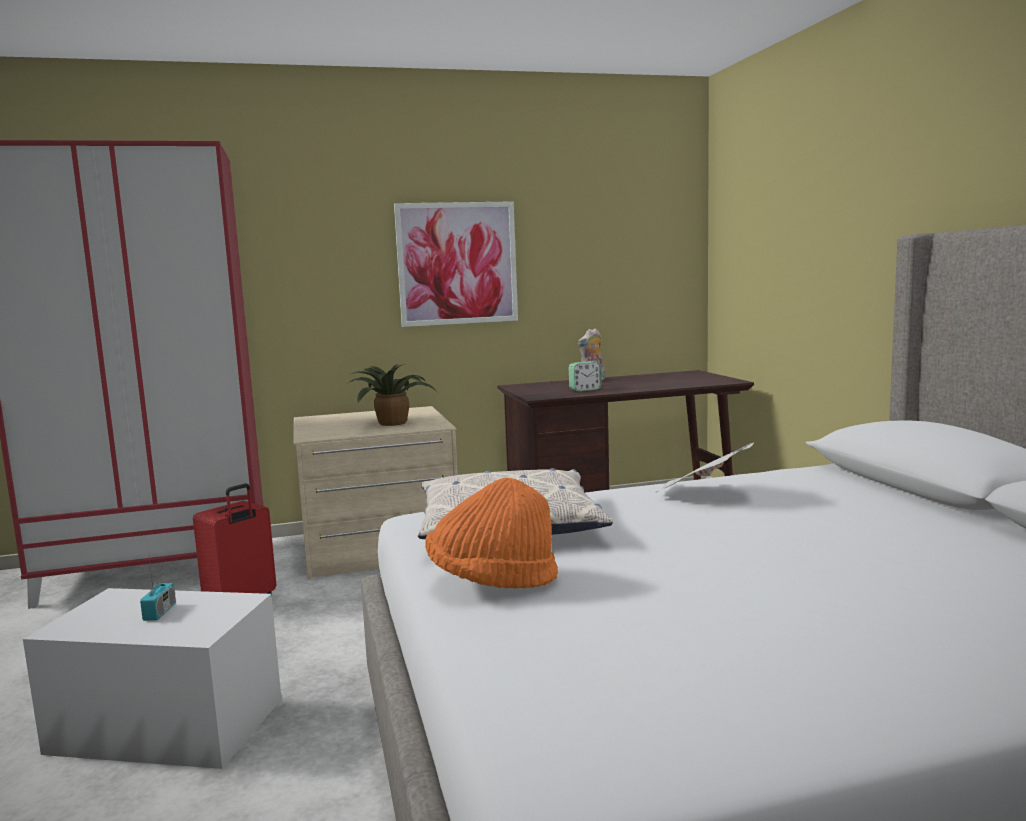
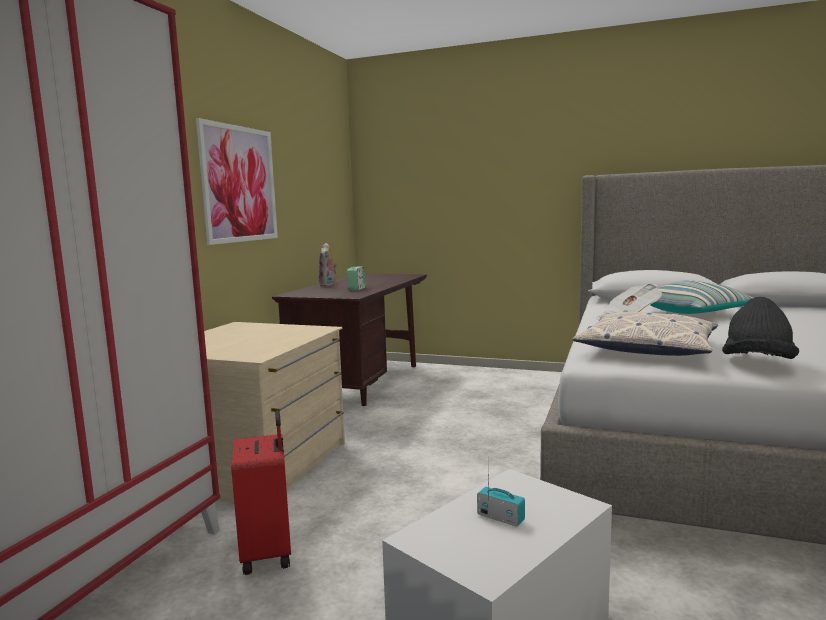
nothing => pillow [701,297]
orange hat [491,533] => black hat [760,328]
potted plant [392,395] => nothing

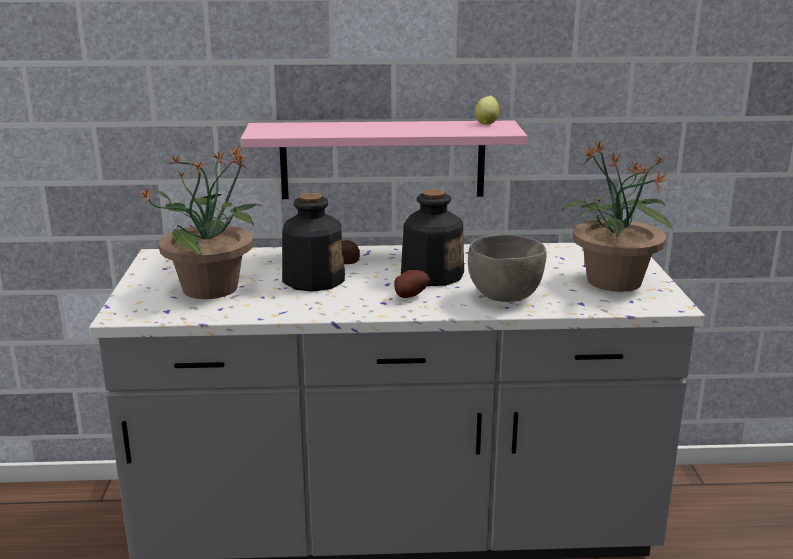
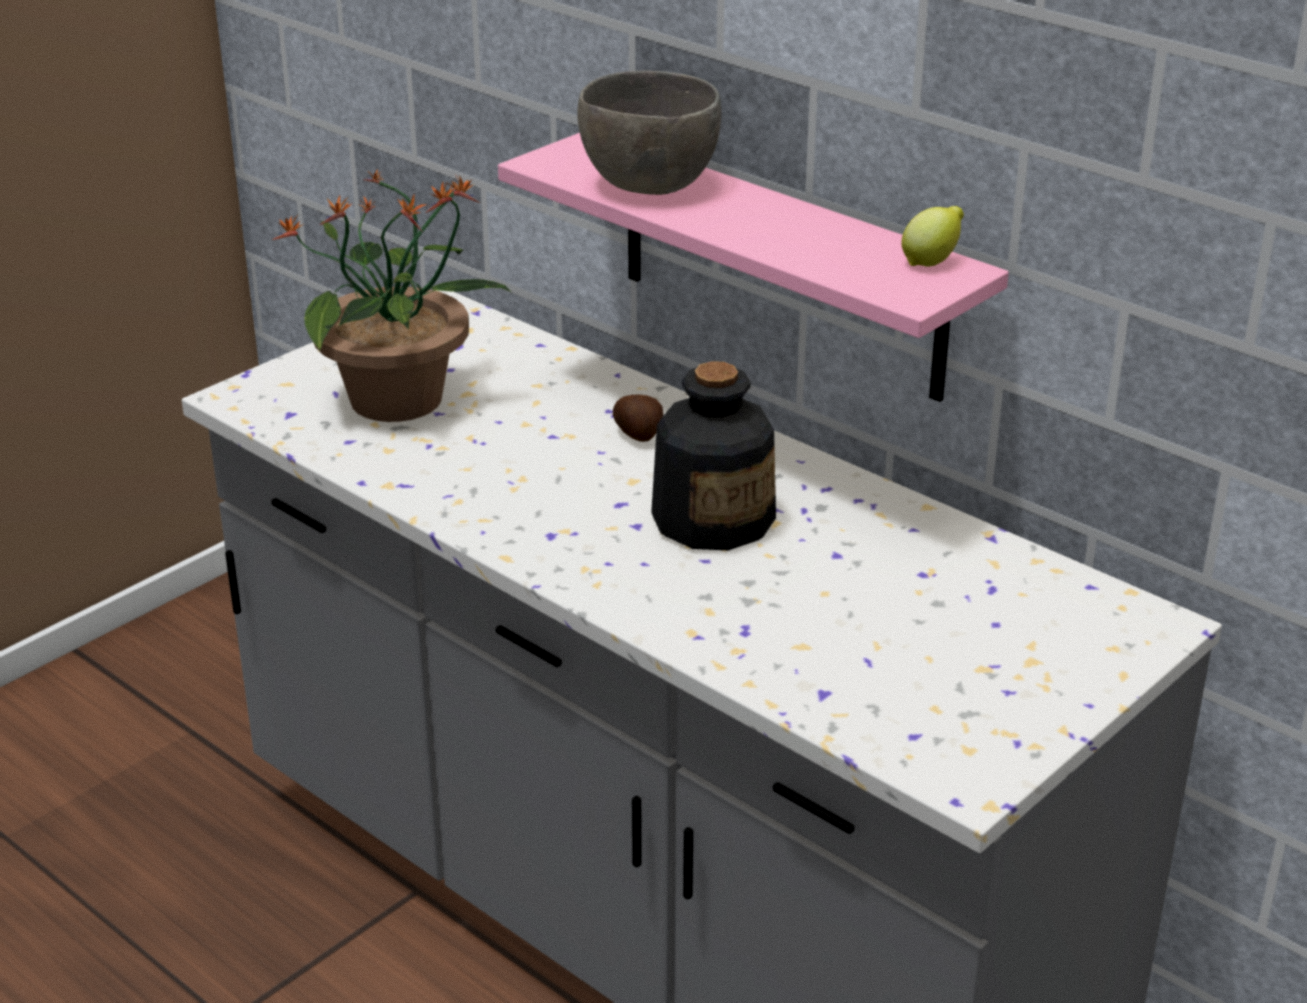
grey bowl [507,268] => grey bowl [649,133], shifted
bottle [313,242] => nothing
potato [412,284] => nothing
potted plant [618,216] => nothing

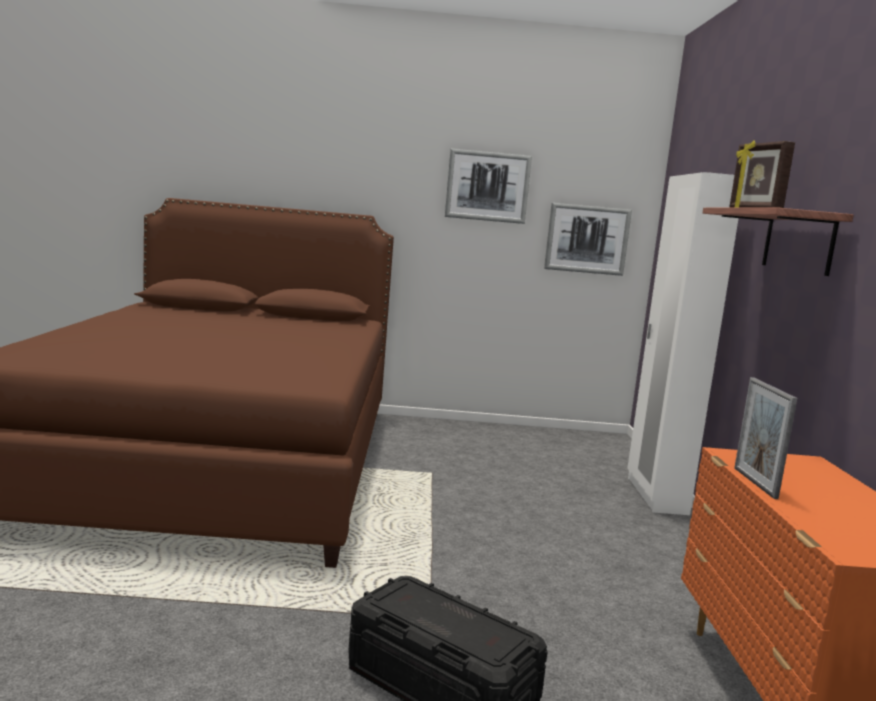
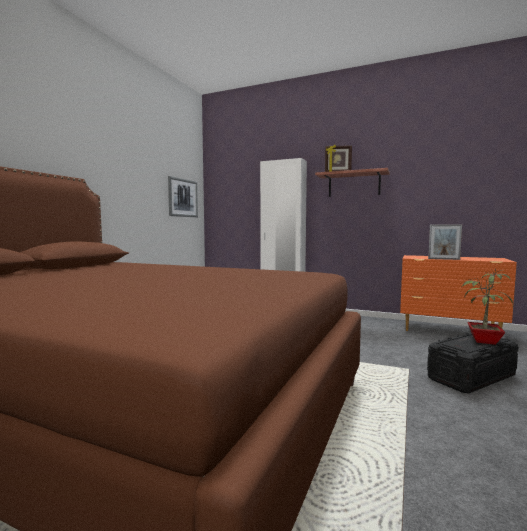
nothing => potted plant [487,307]
picture [488,186] => nothing

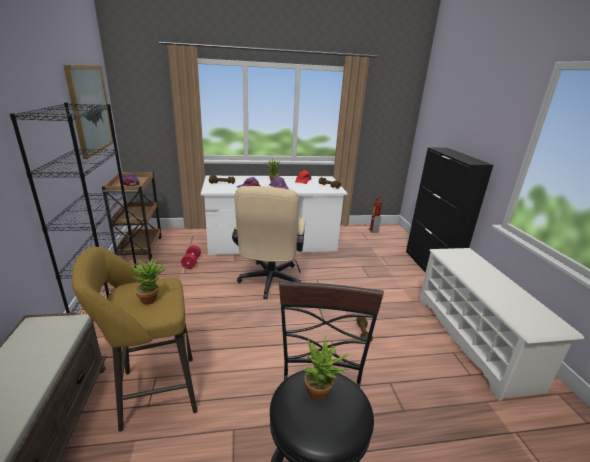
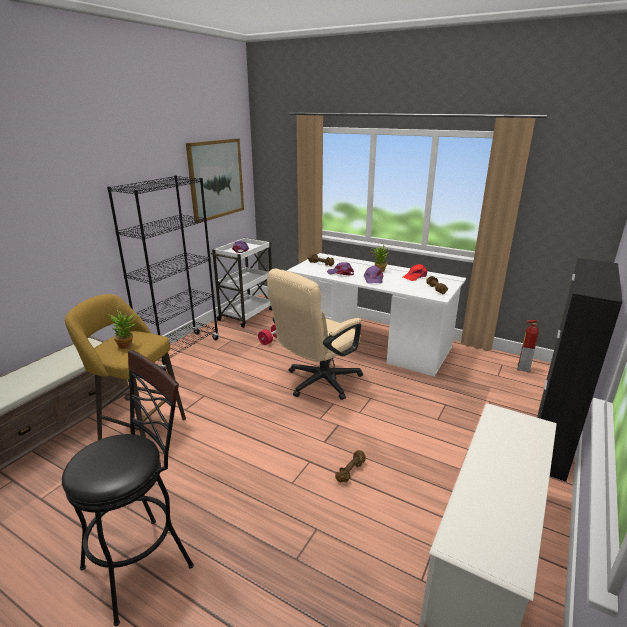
brown cart [131,216] => white cart [241,283]
potted plant [326,367] => nothing

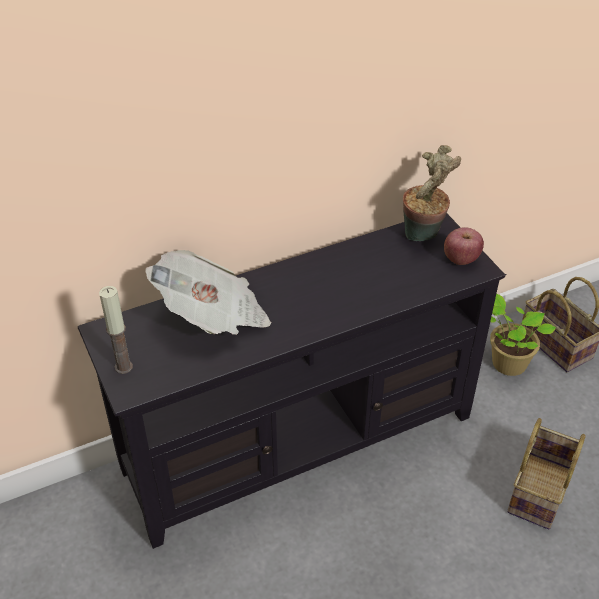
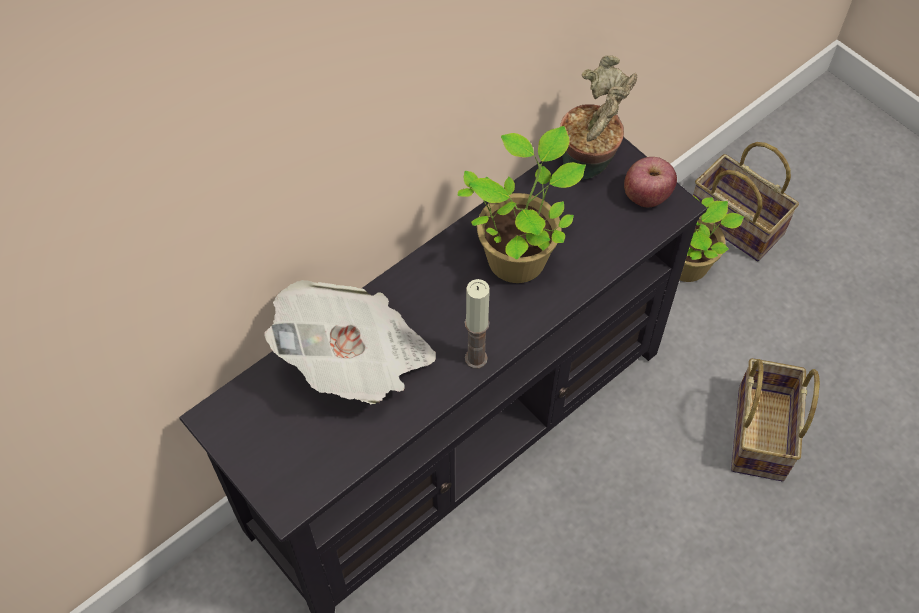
nothing => potted plant [522,204]
candle [116,330] => candle [477,324], shifted

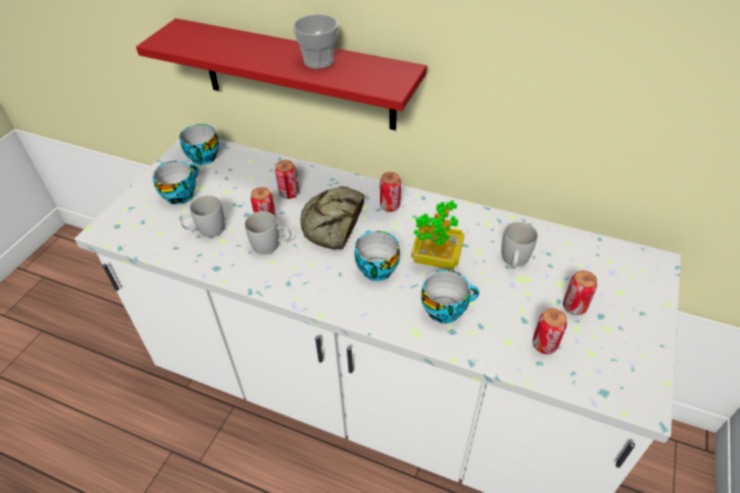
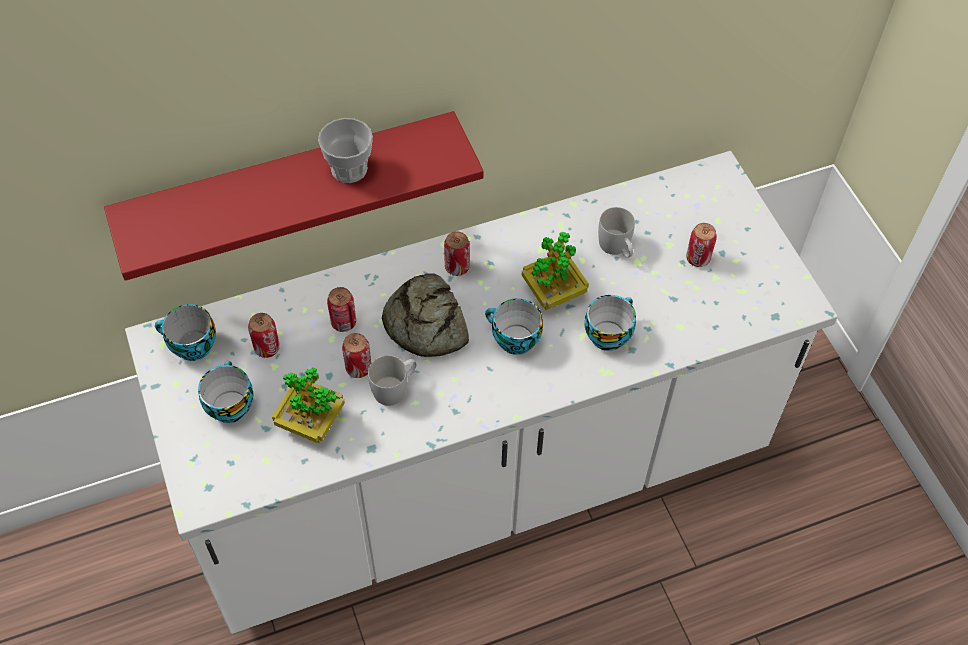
can [549,331] => can [264,335], shifted
white mug [203,216] => potted plant [308,405]

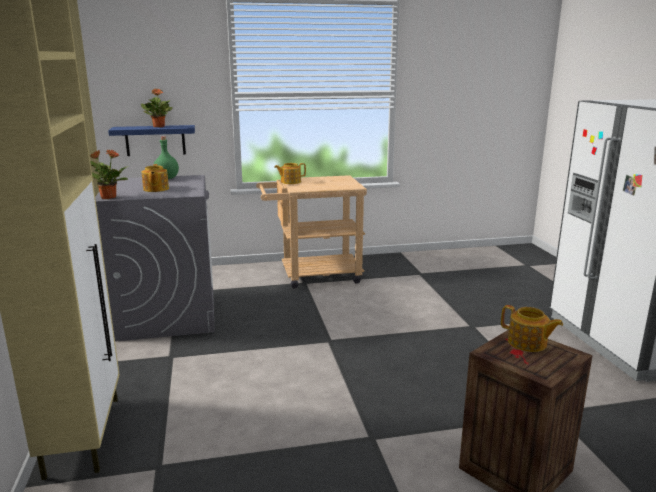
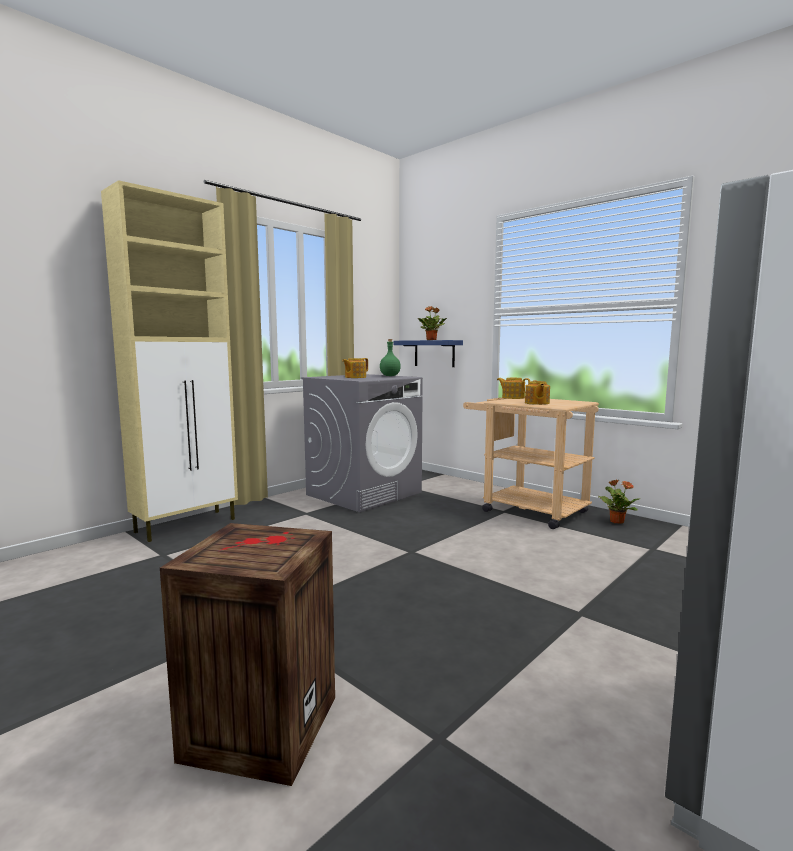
teapot [532,328] => teapot [537,393], shifted
potted plant [109,174] => potted plant [620,502], shifted

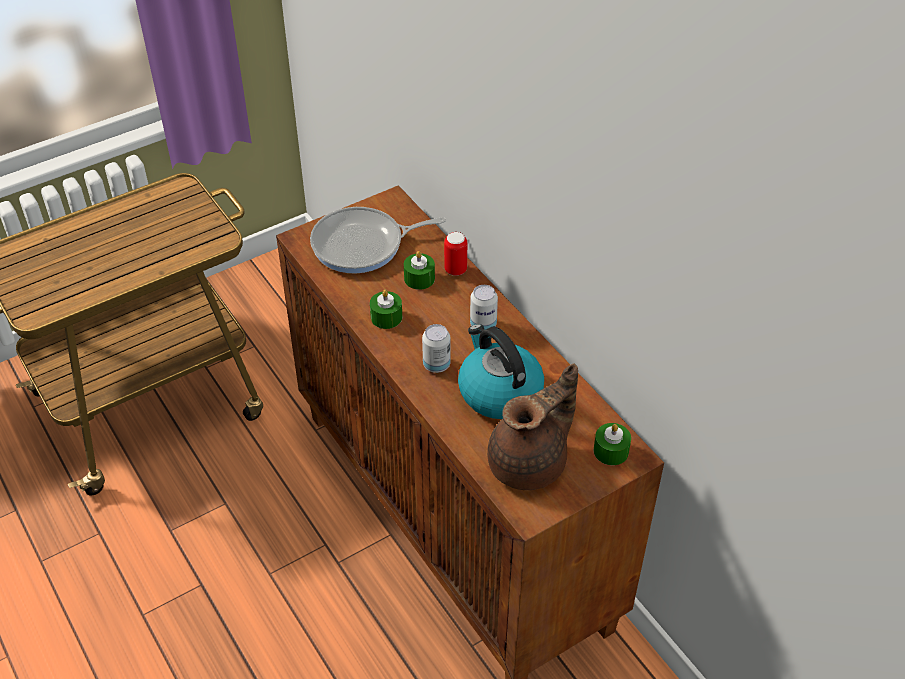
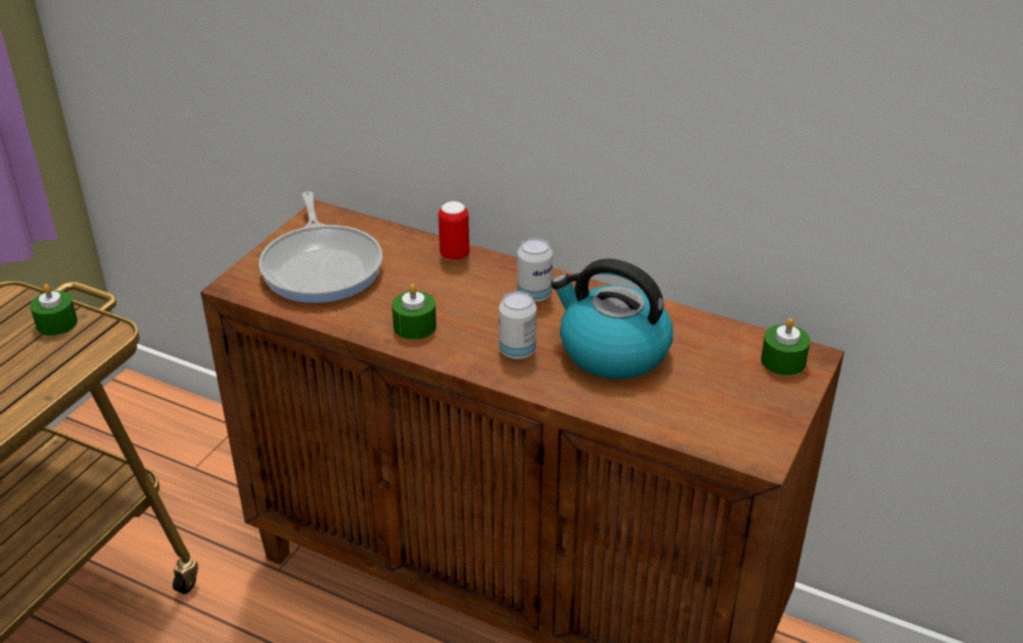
green candle [419,270] => green candle [54,310], shifted
frying pan [378,240] => frying pan [321,247], 60 degrees counterclockwise
brown teapot [532,426] => nothing

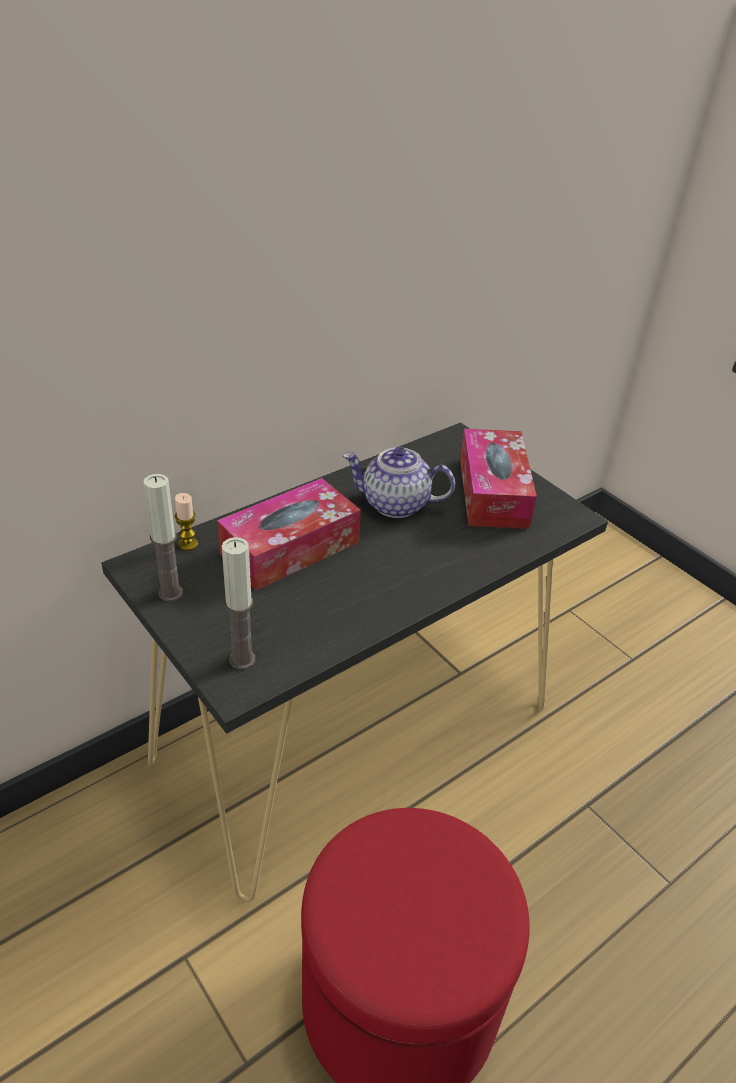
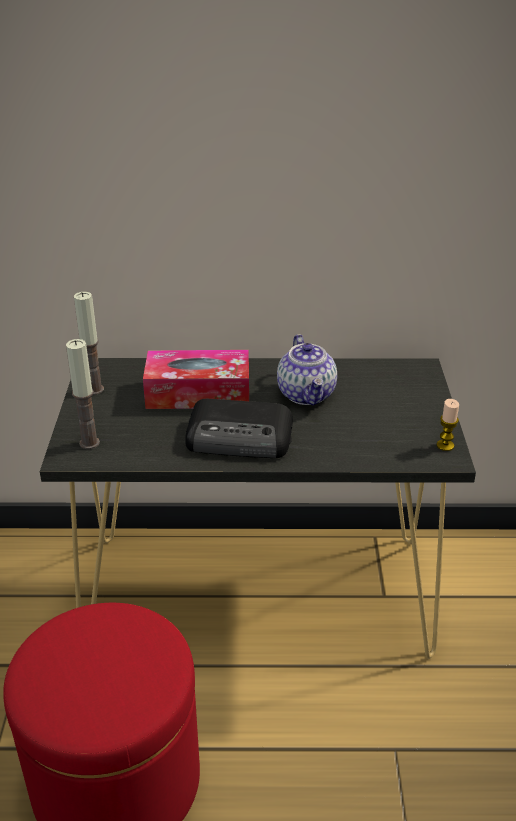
nothing => radio [239,428]
teapot [399,482] => teapot [307,369], 150 degrees counterclockwise
candle [186,522] => candle [448,425], shifted
tissue box [498,479] => nothing

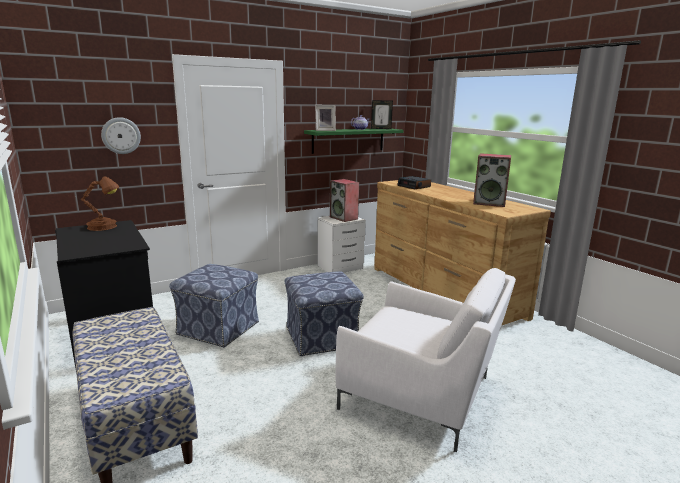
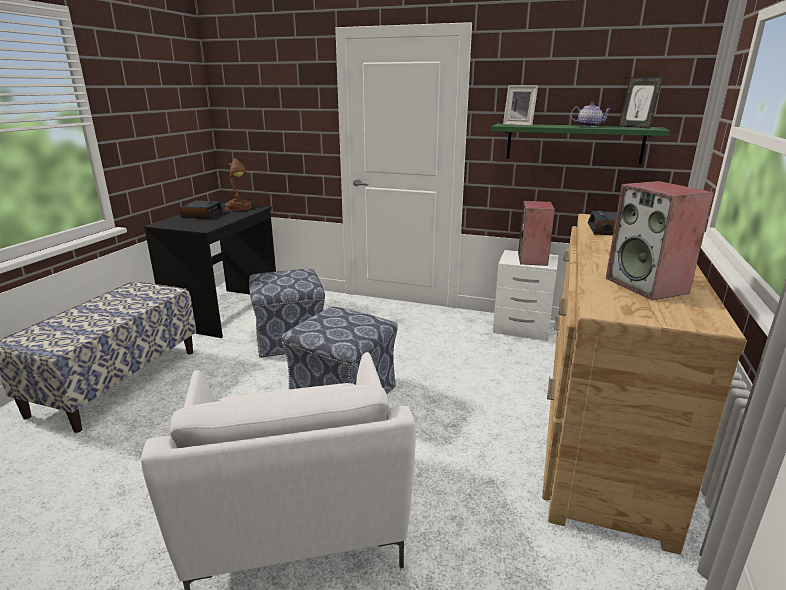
nothing => alarm clock [201,209]
wall clock [121,135] => nothing

